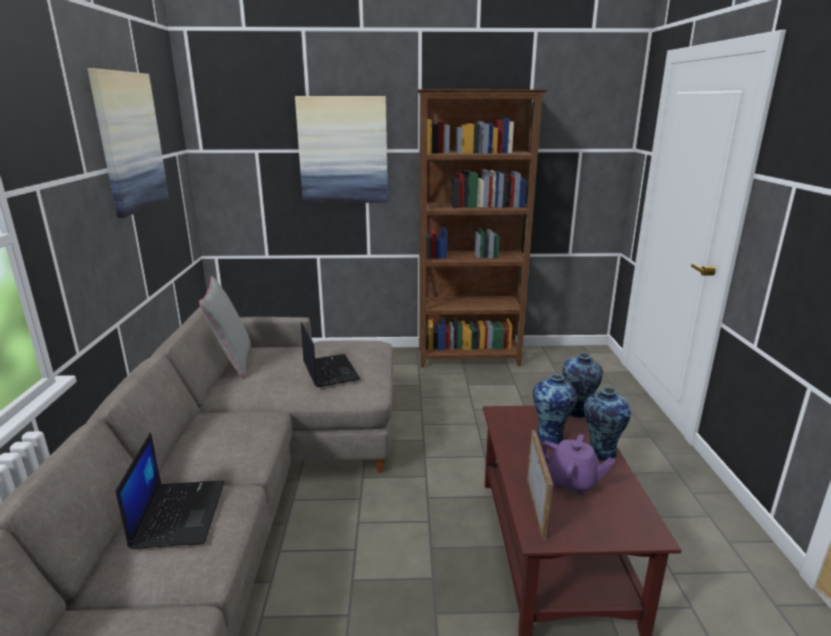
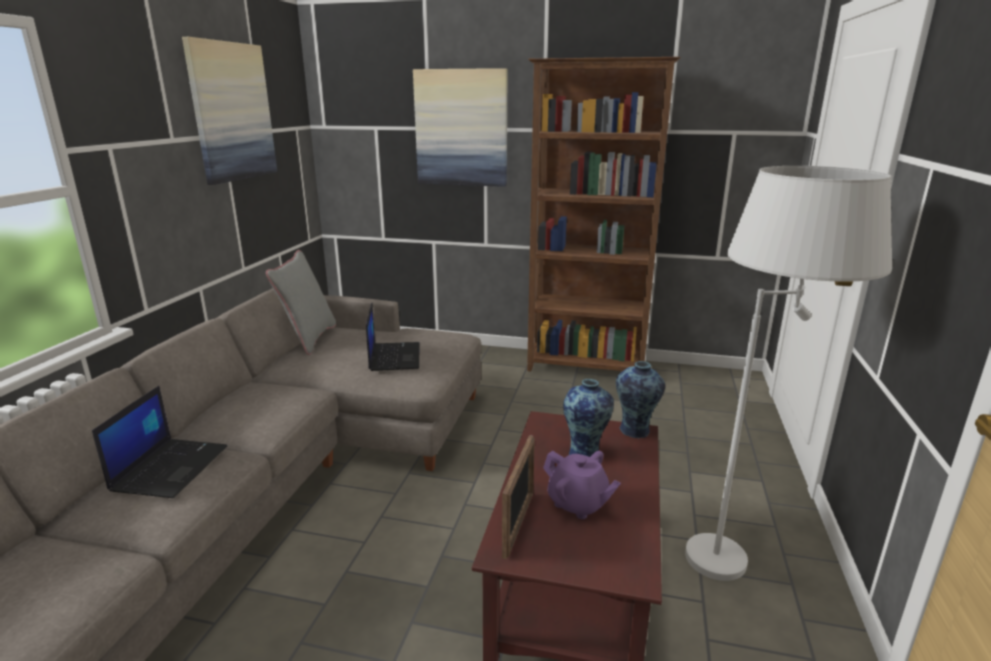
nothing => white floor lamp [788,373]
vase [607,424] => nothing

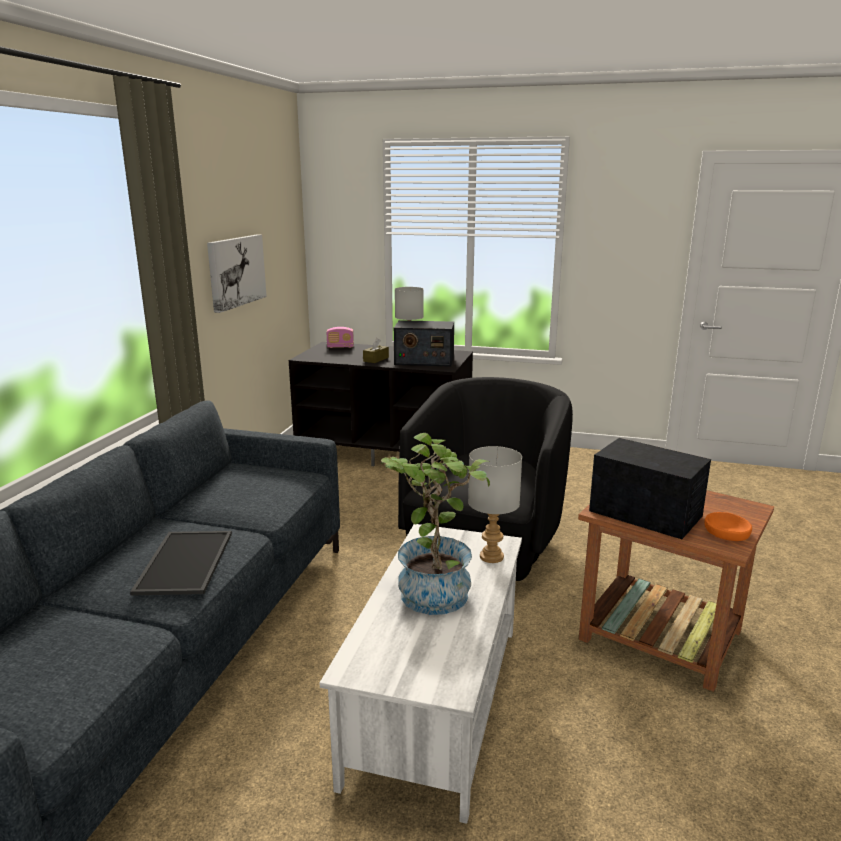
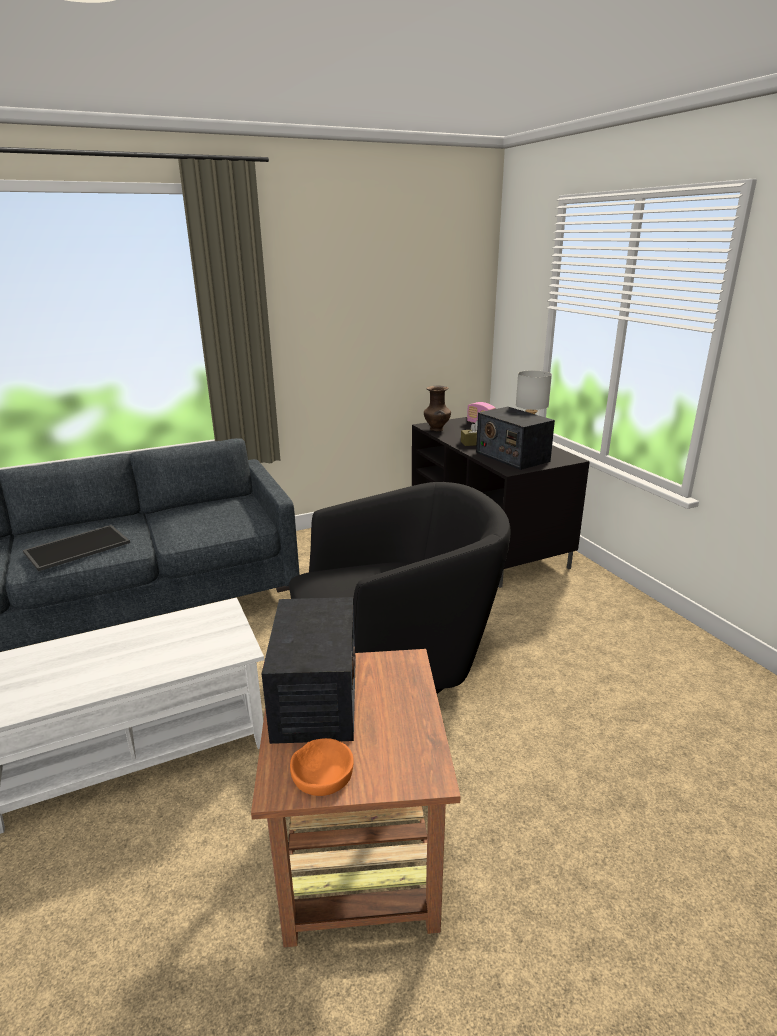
nothing => brown vase [437,408]
picture [237,274] => nothing
potted plant [435,524] => nothing
grey table lamp [495,504] => nothing

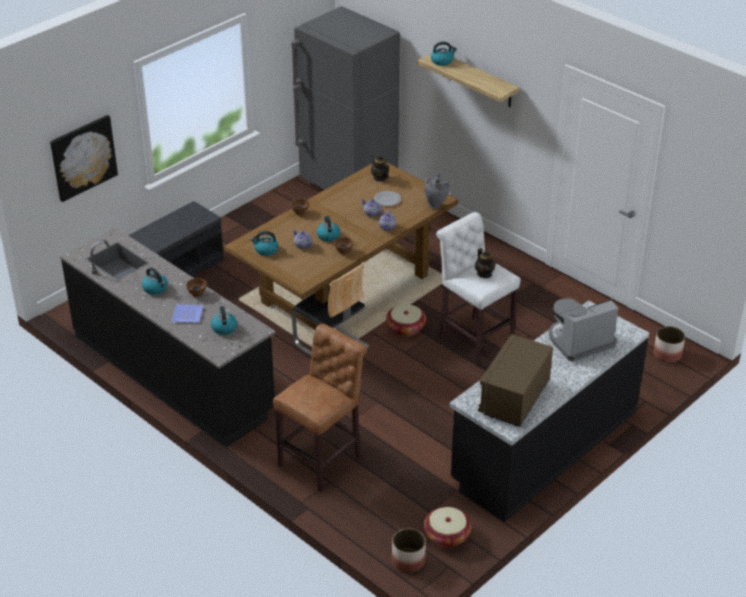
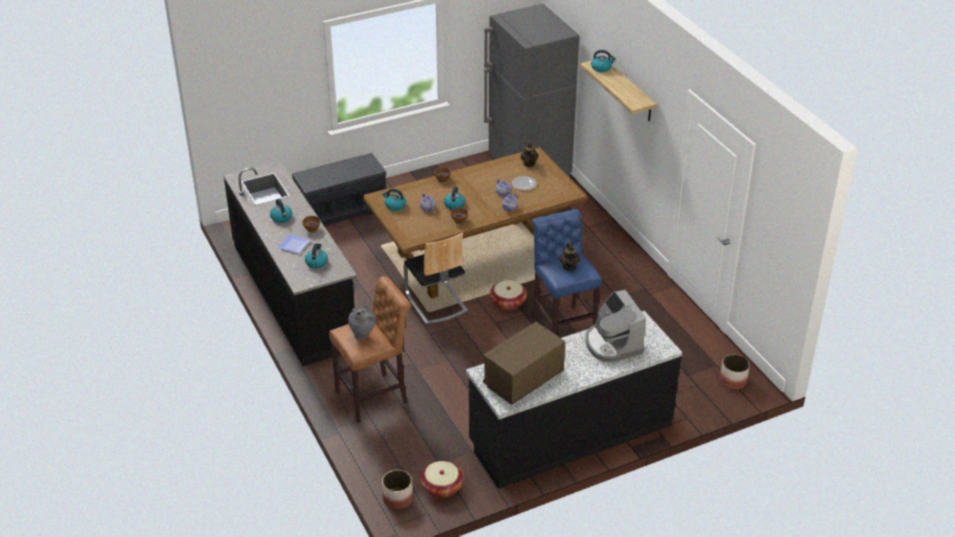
grey vase [437,191] => grey vase [362,322], shifted
white stool [478,288] => blue stool [567,272]
coffee machine [584,329] => coffee machine [616,326], 105 degrees counterclockwise
picture [84,158] => nothing

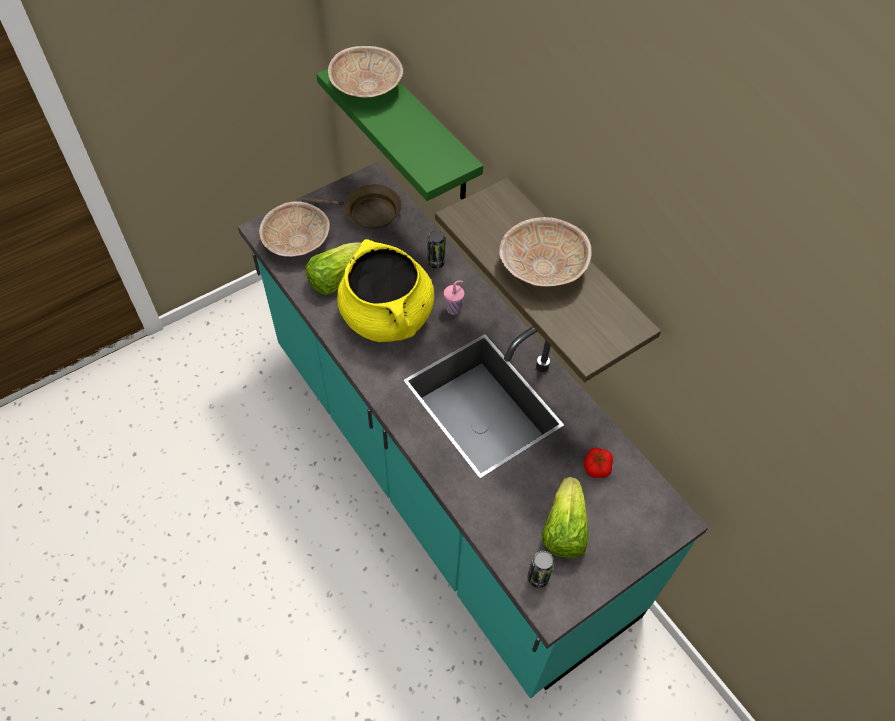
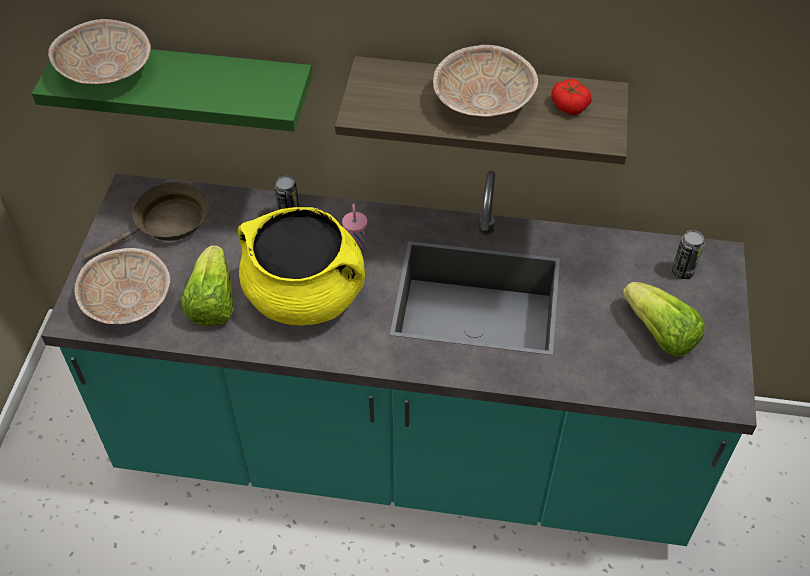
tomato [598,462] => tomato [571,97], shifted
can [541,569] => can [688,254], shifted

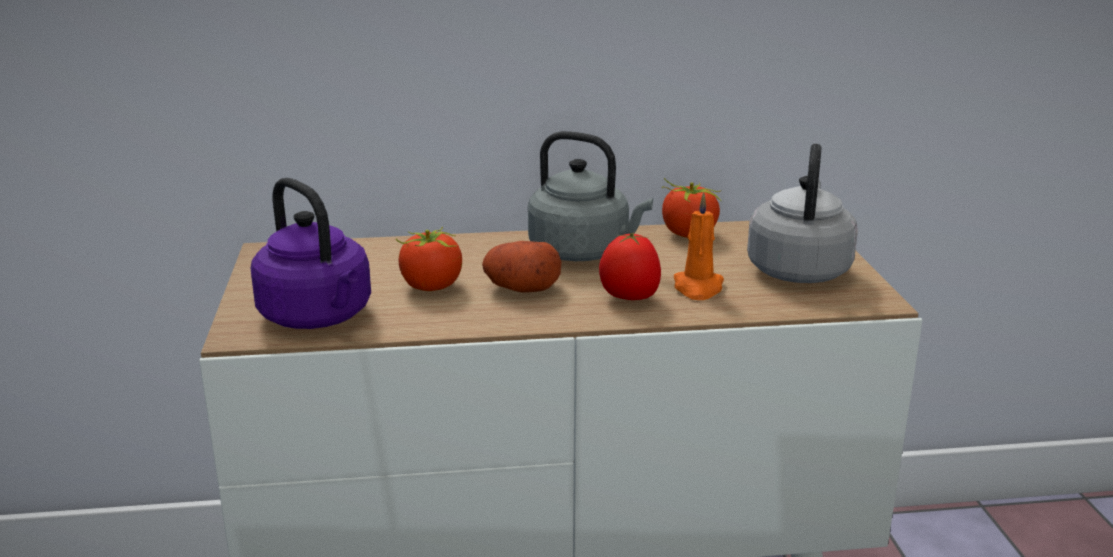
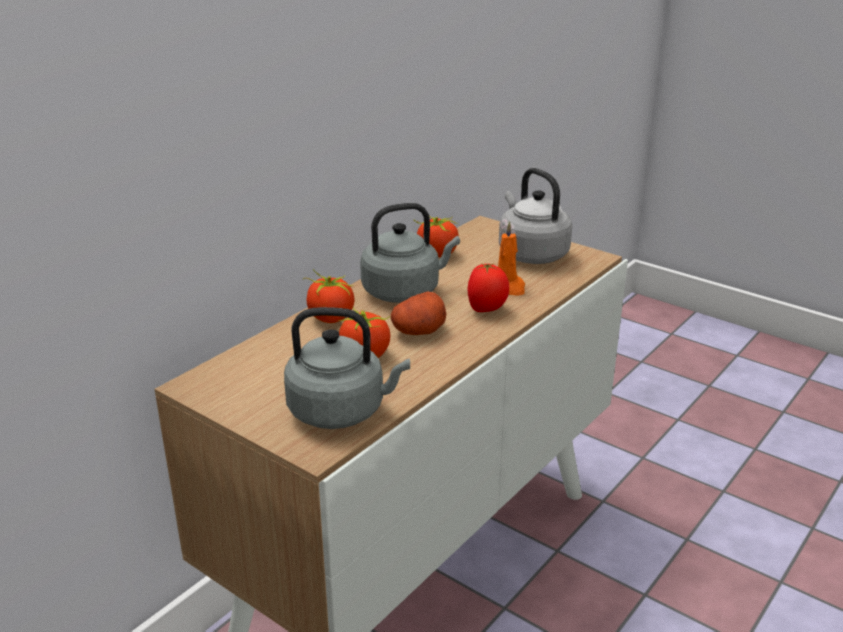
purple kettle [310,253] => grey kettle [347,368]
nothing => tomato [328,296]

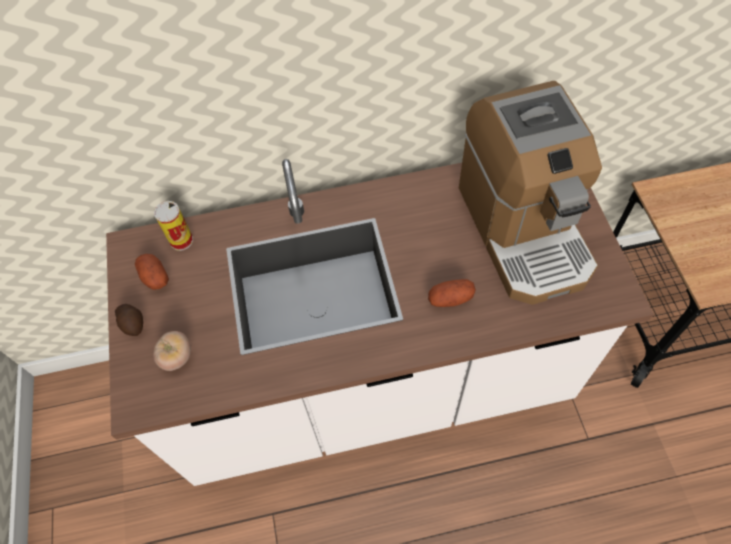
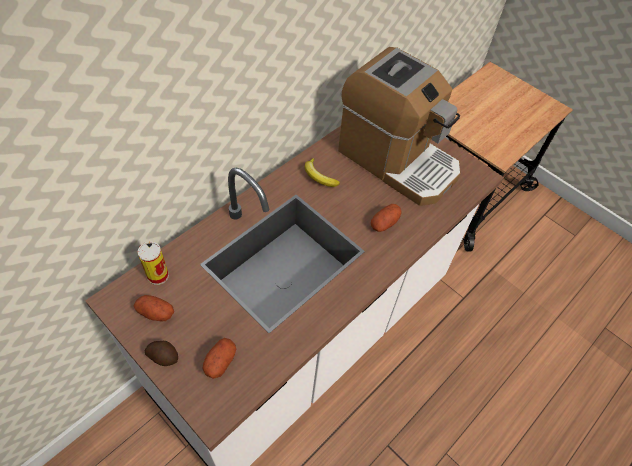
tomato [172,351] => potato [219,358]
nothing => banana [322,172]

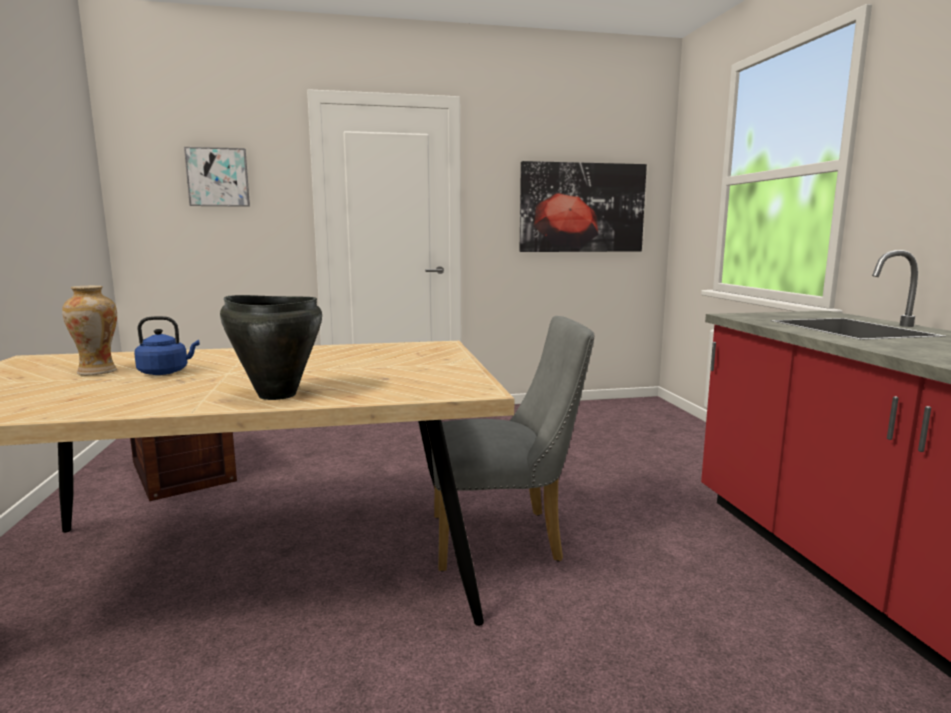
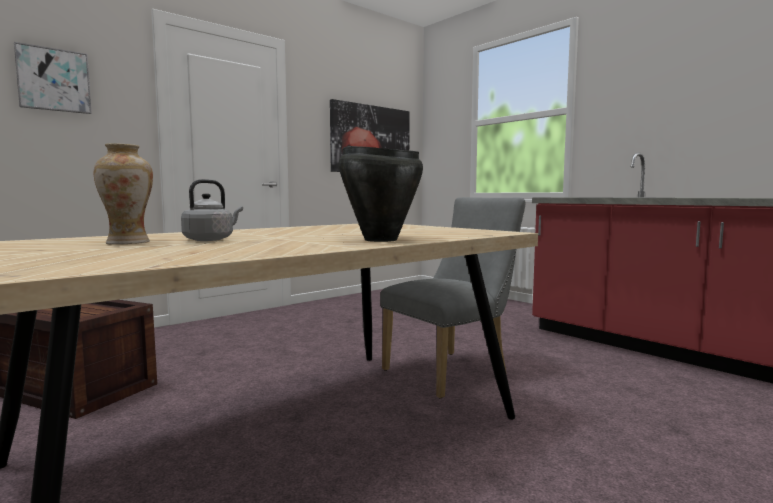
blue kettle [167,345] => grey kettle [212,210]

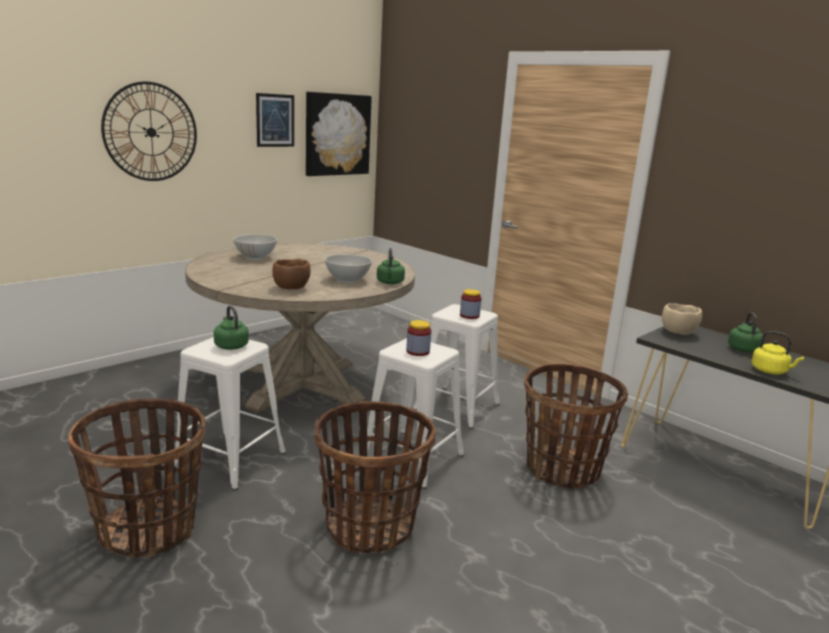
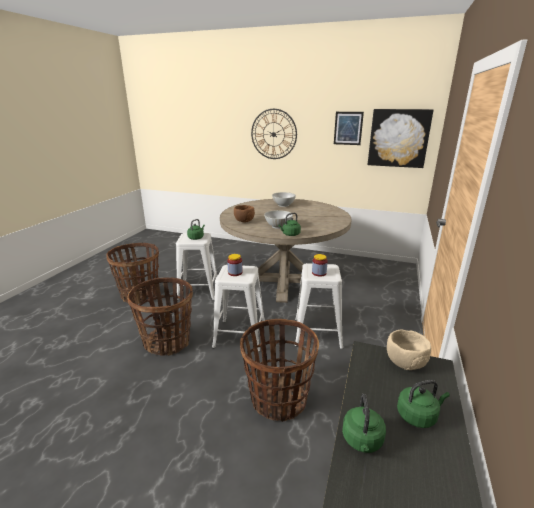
yellow kettle [778,352] => green kettle [364,423]

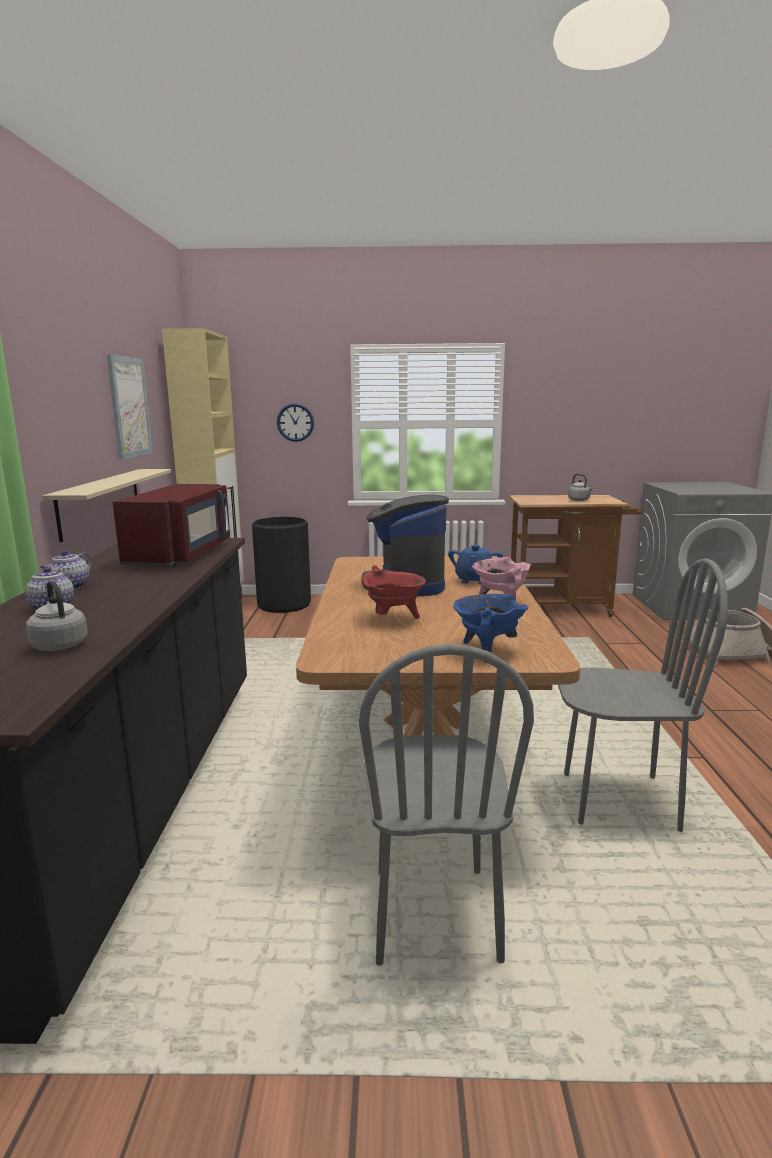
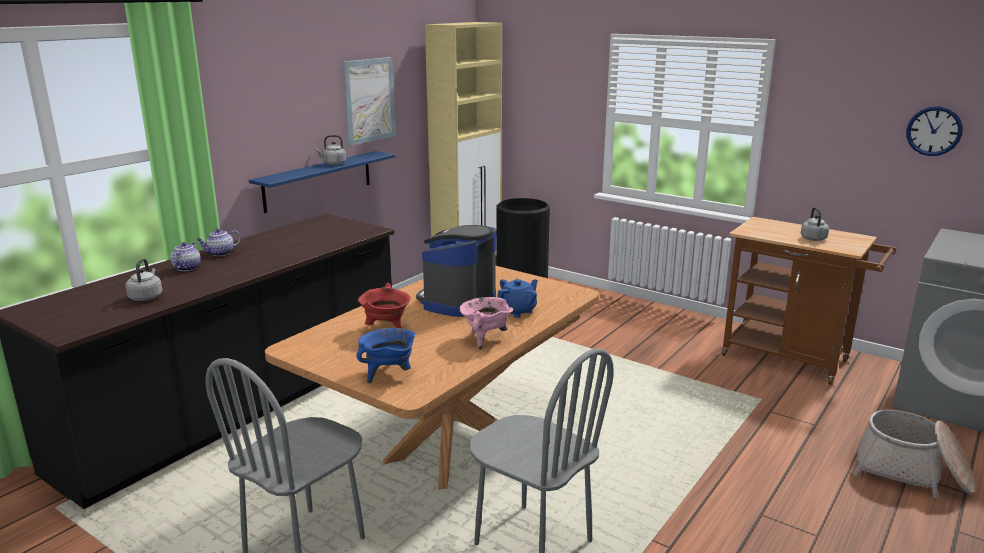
beige shelf [106,505] => blue shelf [322,182]
nothing => grey kettle [330,150]
wall clock [295,423] => wall clock [934,131], shifted
red microwave [171,525] => nothing

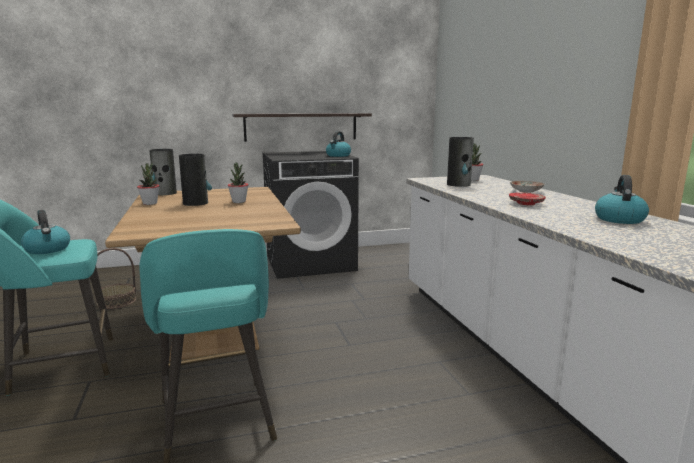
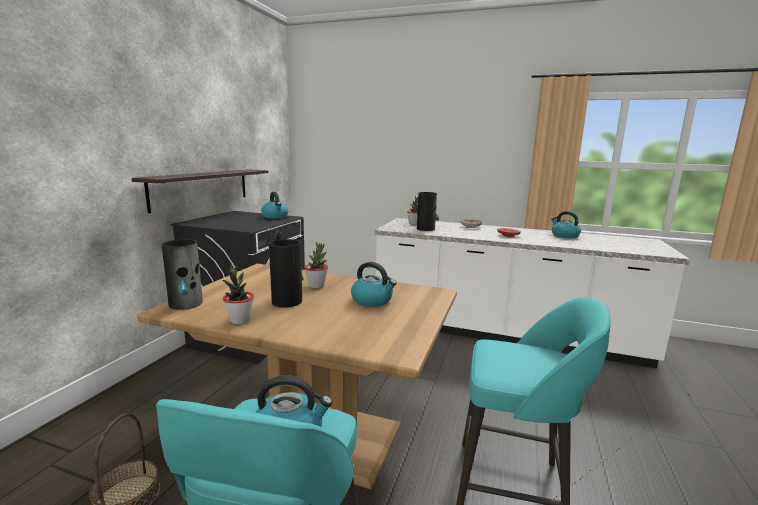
nothing => kettle [373,284]

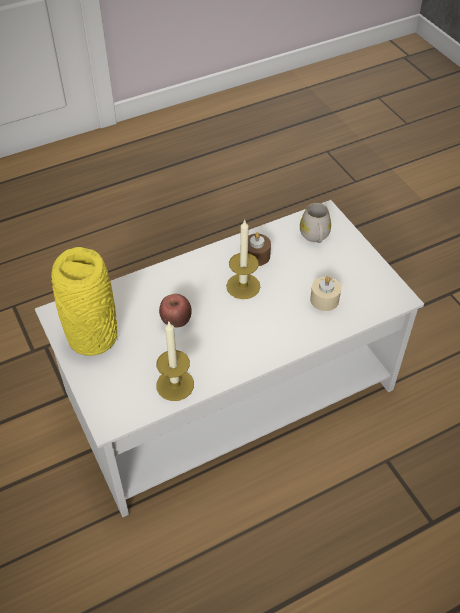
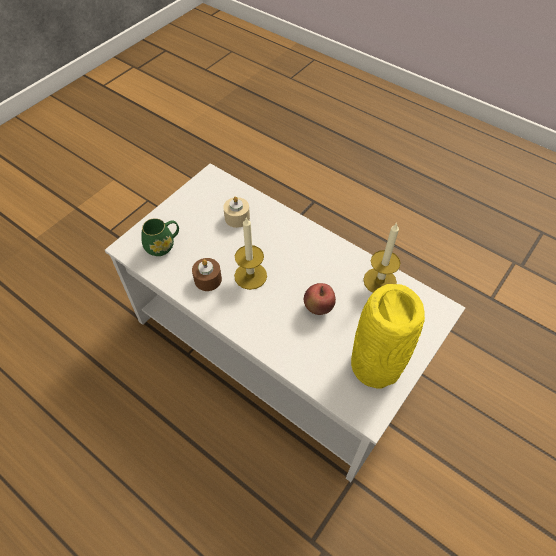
white mug [315,223] => green mug [160,237]

